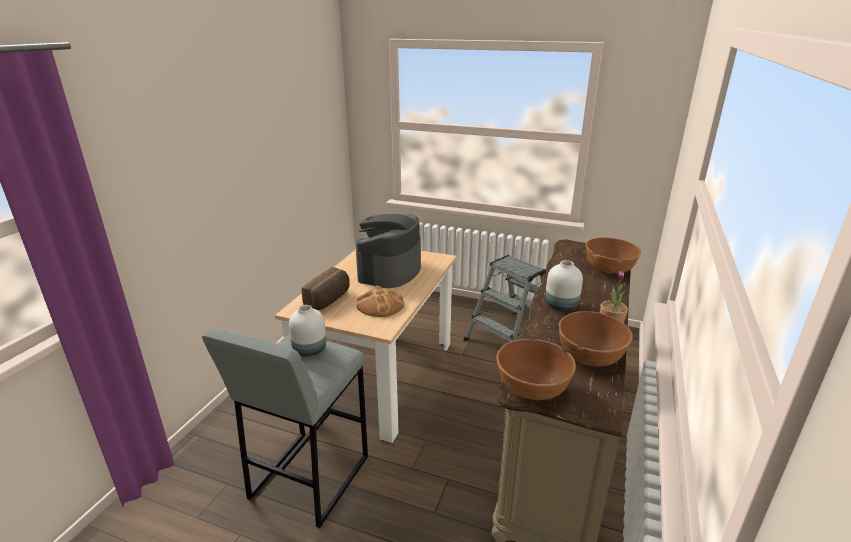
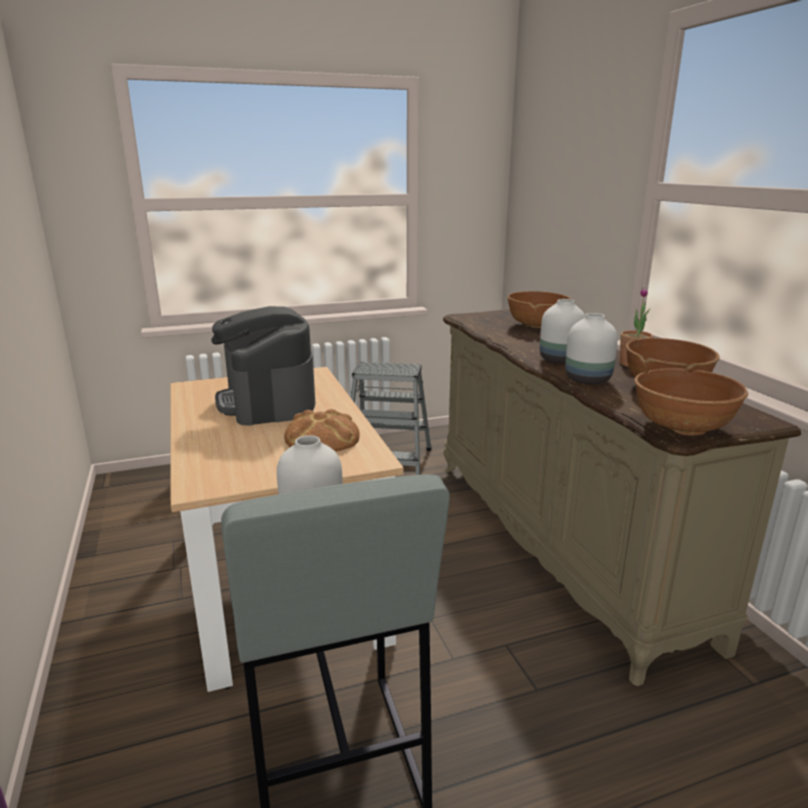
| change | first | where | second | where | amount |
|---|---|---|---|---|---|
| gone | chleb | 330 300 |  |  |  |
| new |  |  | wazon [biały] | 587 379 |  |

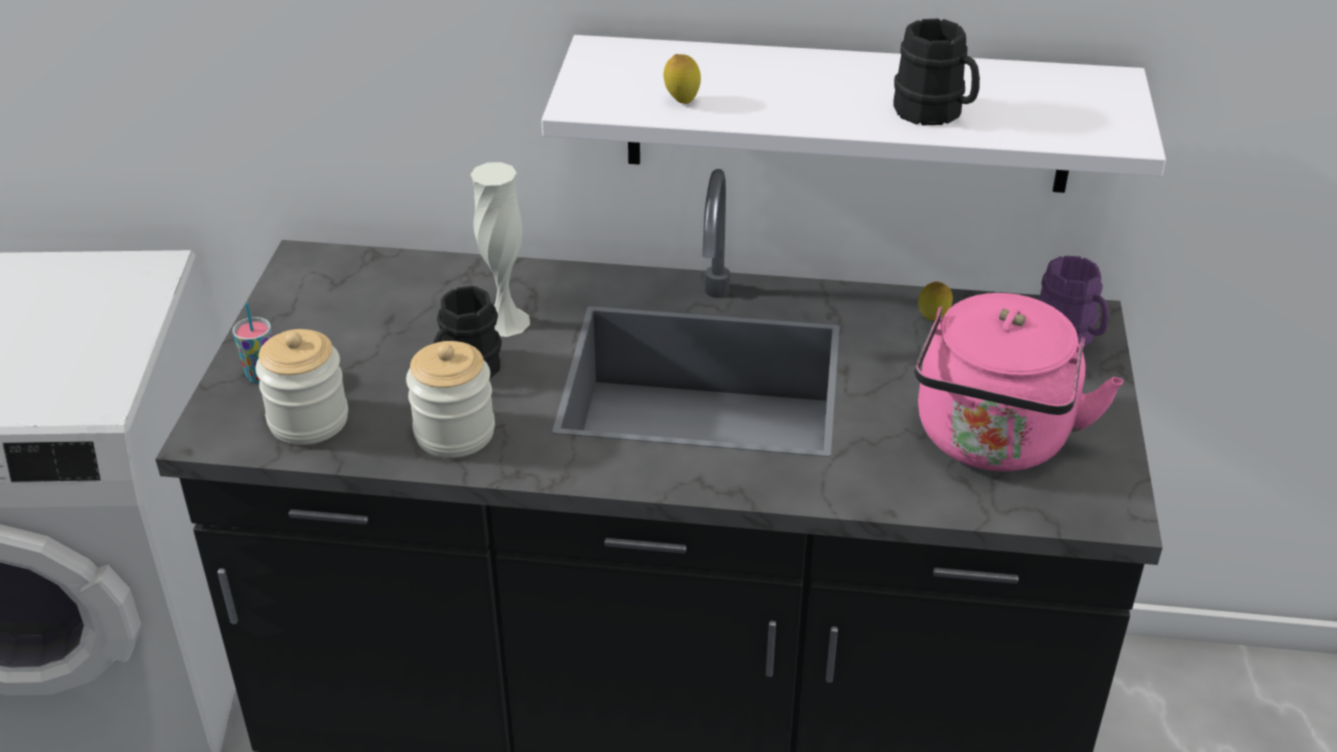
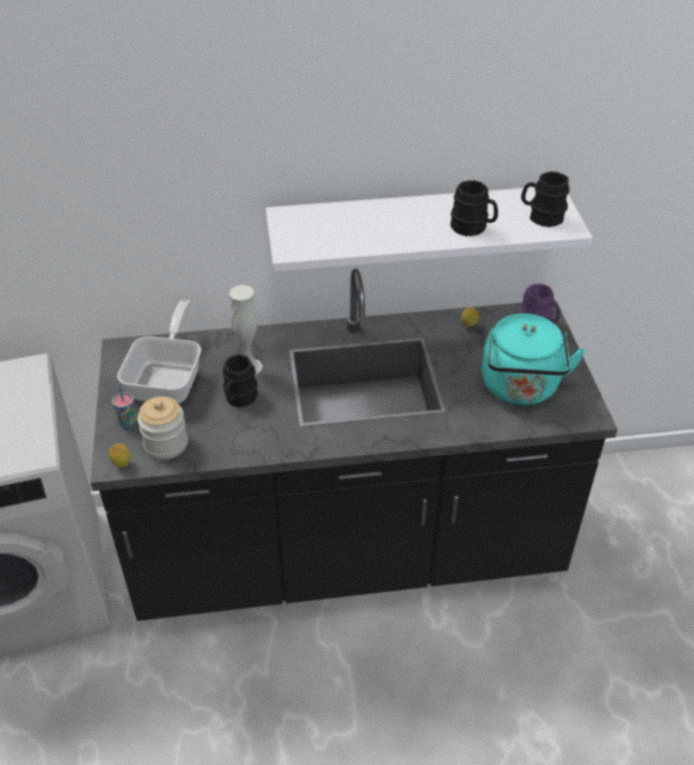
| change | first | where | second | where | amount |
|---|---|---|---|---|---|
| gone | słoik | 454 432 |  |  |  |
| shifted | cytryna | 682 101 |  | 122 464 |  |
| repainted | czajnik [różowy] | 992 441 | czajnik [turkusowy] | 520 388 |  |
| new |  |  | patelnia | 169 379 |  |
| new |  |  | kubek [czarny] | 541 217 |  |

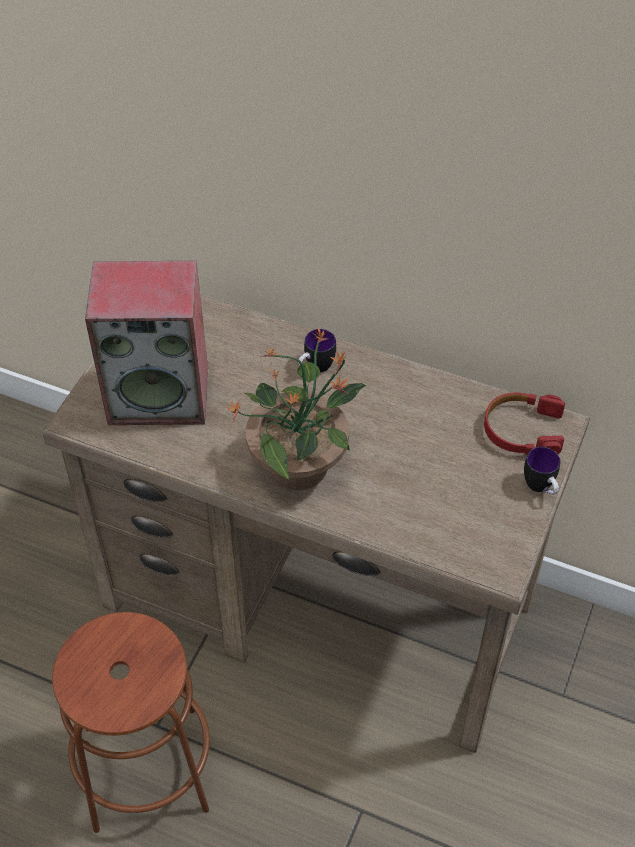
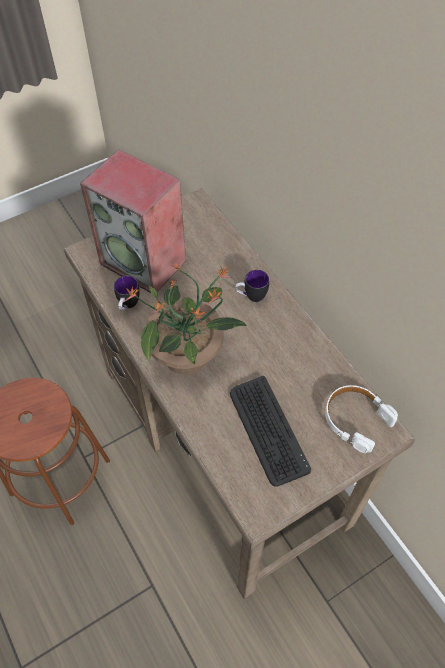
| change | first | where | second | where | amount |
|---|---|---|---|---|---|
| repainted | słuchawki [czerwony] | 522 430 | słuchawki [biały] | 355 419 |  |
| shifted | kubek | 541 489 |  | 128 306 |  |
| new |  |  | klawiatura | 268 430 |  |

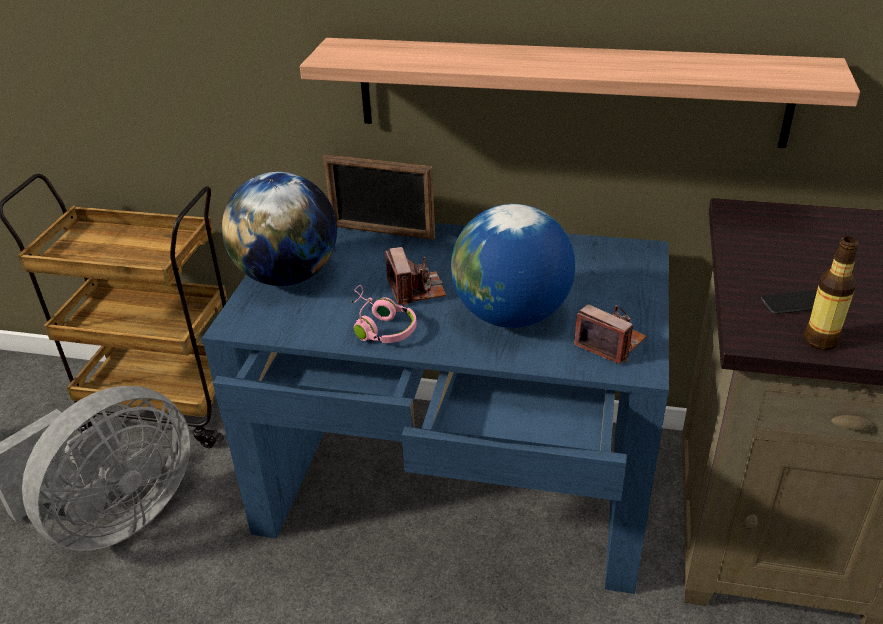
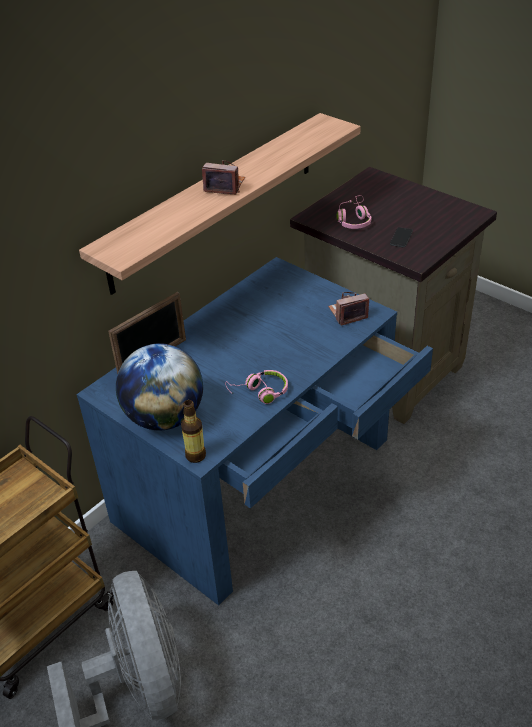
| change | first | where | second | where | amount |
|---|---|---|---|---|---|
| shifted | aparat fotograficzny | 416 289 |  | 225 186 |  |
| gone | globus | 511 315 |  |  |  |
| shifted | butelka | 820 341 |  | 195 455 |  |
| new |  |  | słuchawki [różowy] | 354 220 |  |

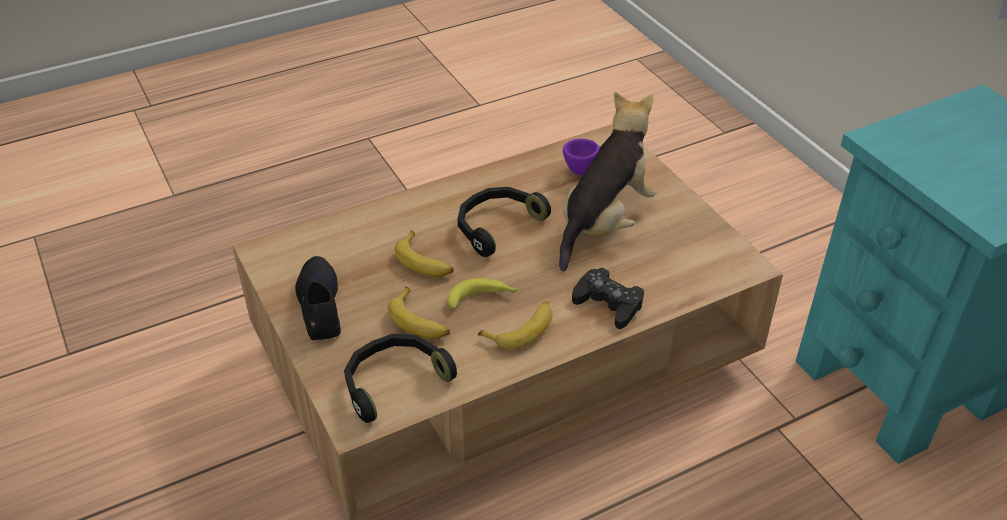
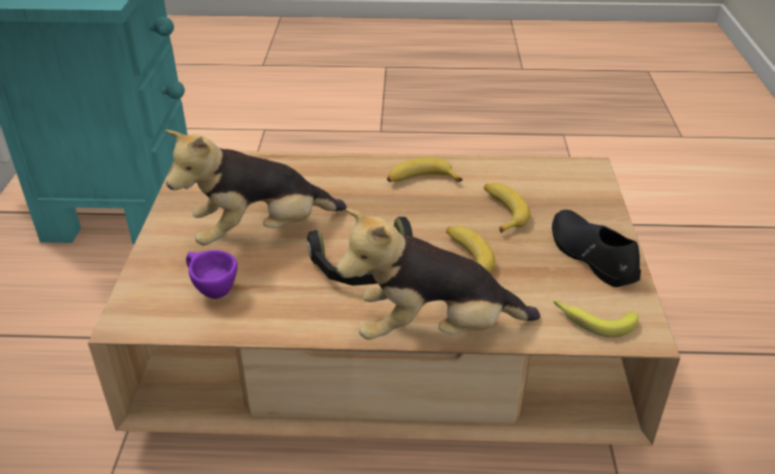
| change | first | where | second | where | amount |
|---|---|---|---|---|---|
| rotated | but [czarny] | 319 305 |  | 591 255 | 135 degrees clockwise |
| gone | słuchawki [czarny] | 394 381 |  |  |  |
| shifted | banan | 482 298 |  | 592 320 |  |
| gone | pad do gier [czarny] | 608 304 |  |  |  |
| new |  |  | pluszak | 435 330 |  |

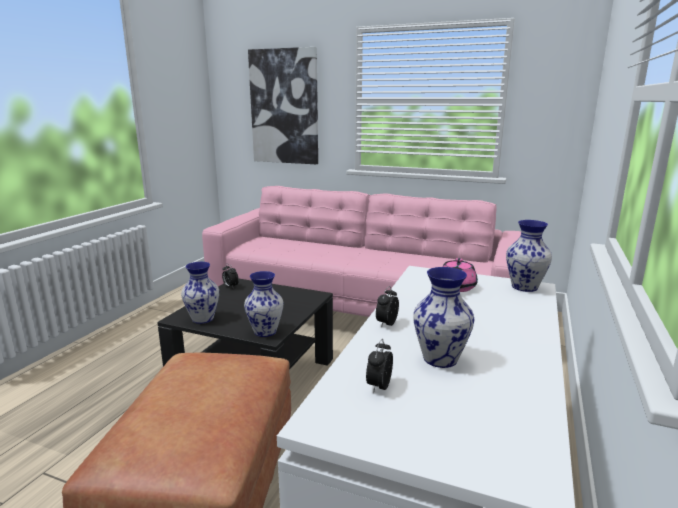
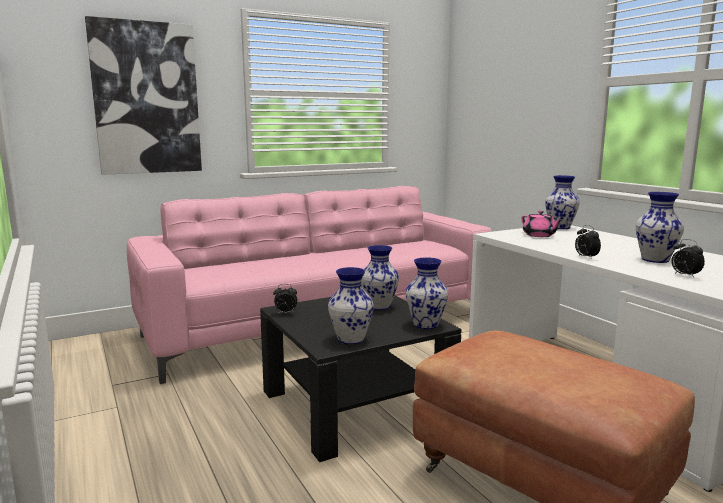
| change | first | where | second | where | amount |
|---|---|---|---|---|---|
| new |  |  | wazon | 378 306 |  |

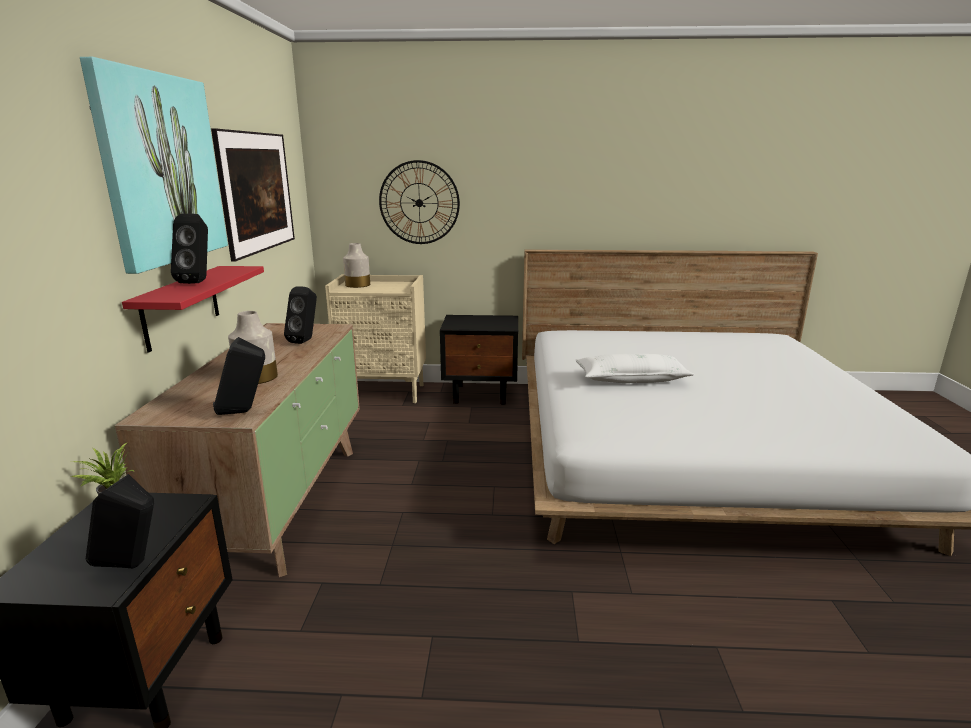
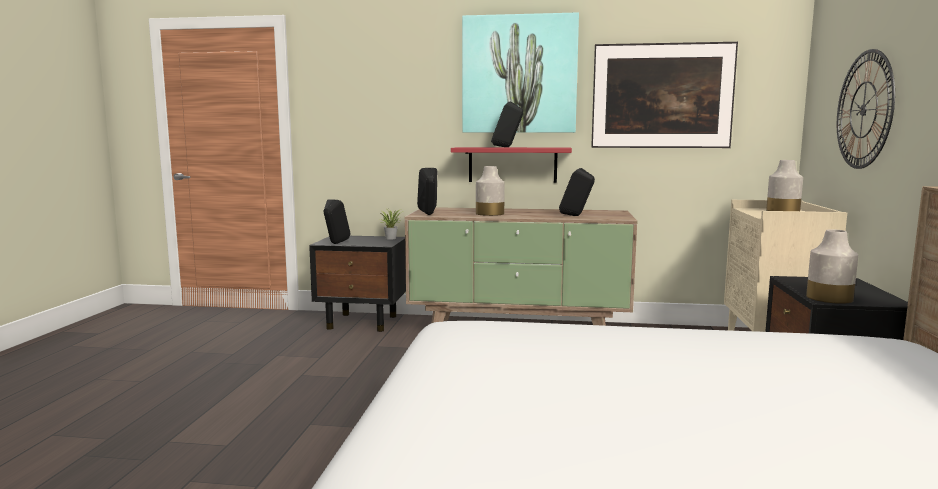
| change | first | where | second | where | amount |
|---|---|---|---|---|---|
| gone | poduszka [biały] | 631 379 |  |  |  |
| new |  |  | wazon [beżowy] | 830 298 |  |

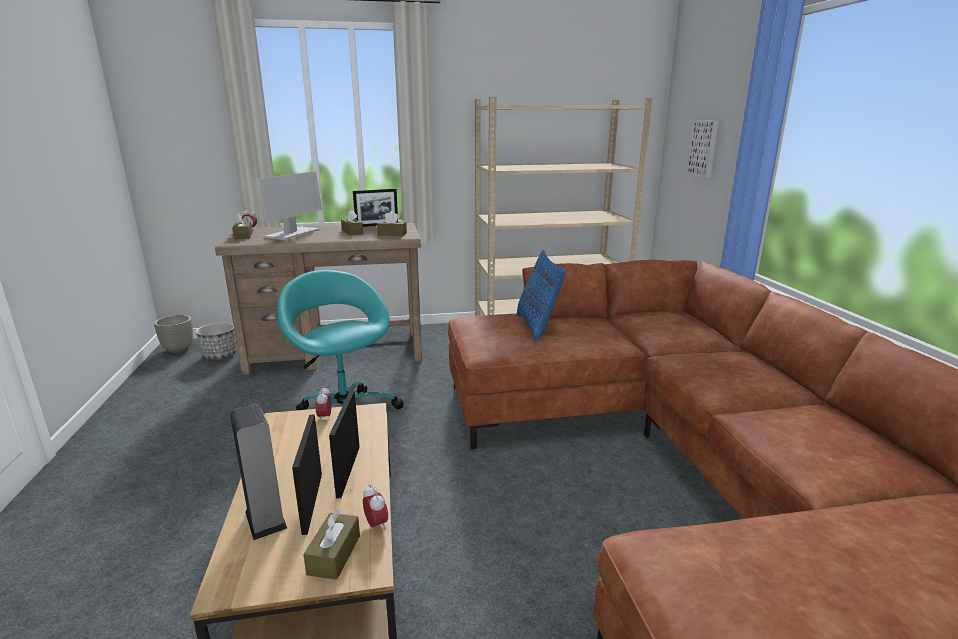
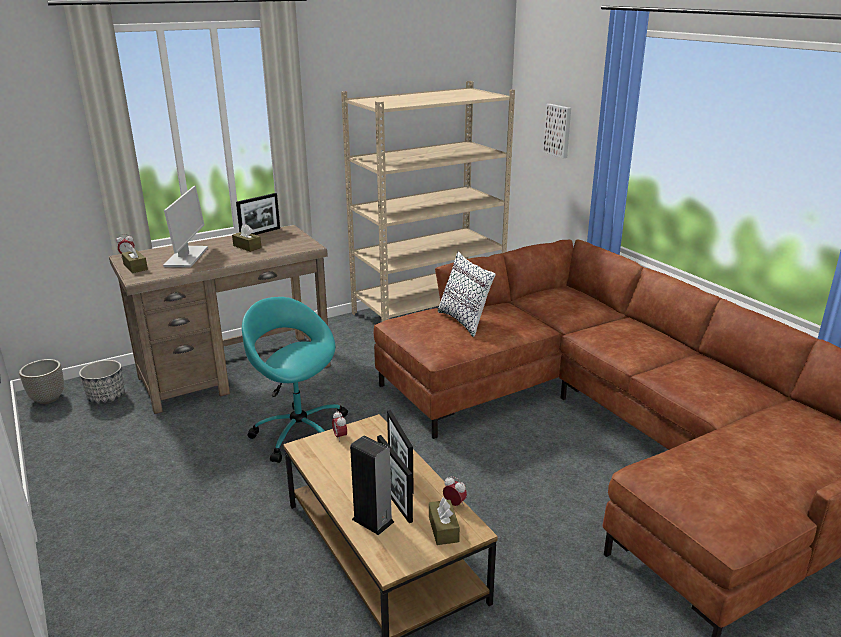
| change | first | where | second | where | amount |
|---|---|---|---|---|---|
| gone | pudełko chusteczek [brązowy] | 392 234 |  |  |  |
| repainted | poduszka [niebieski] | 537 327 | poduszka [biały] | 463 322 |  |

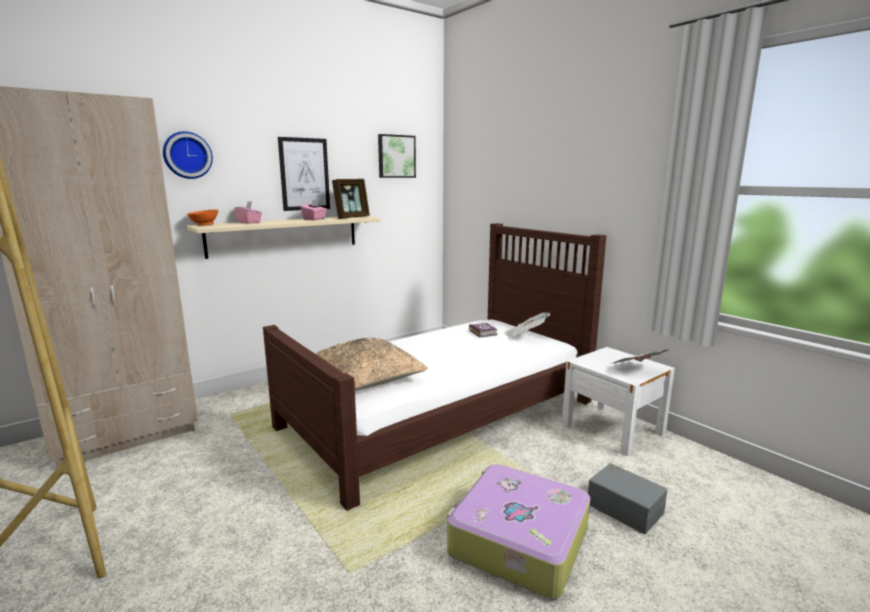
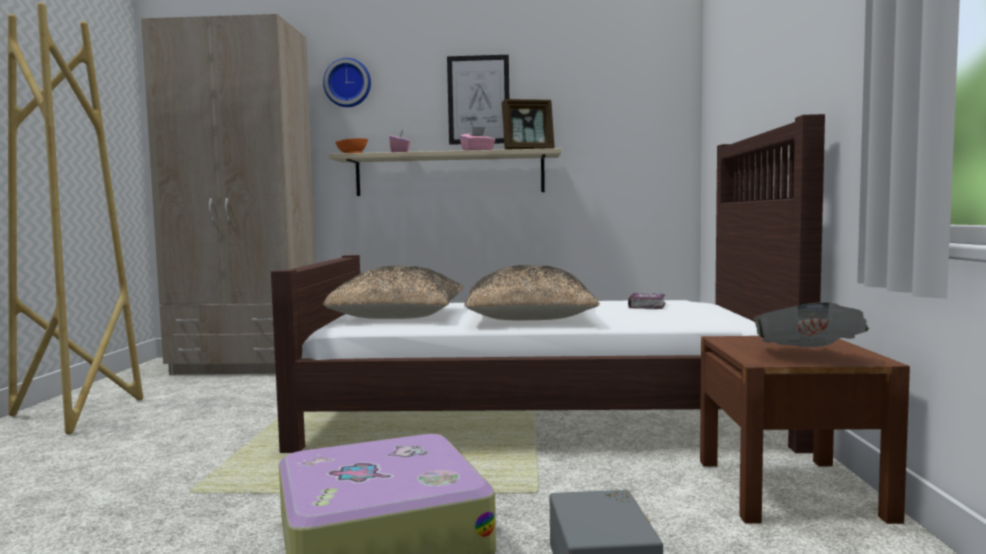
| change | first | where | second | where | amount |
|---|---|---|---|---|---|
| gone | obraz | 396 156 |  |  |  |
| gone | gazeta | 525 336 |  |  |  |
| repainted | szafka nocna [biały] | 612 428 | szafka nocna [brązowy] | 790 489 |  |
| new |  |  | poduszka [beżowy] | 529 316 |  |

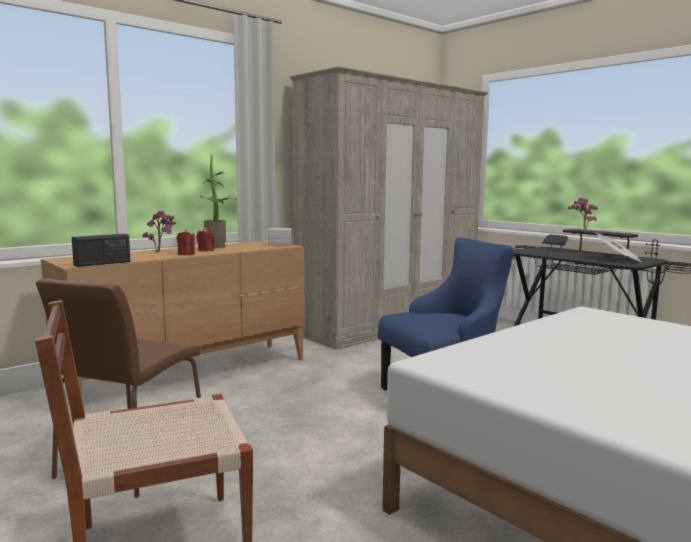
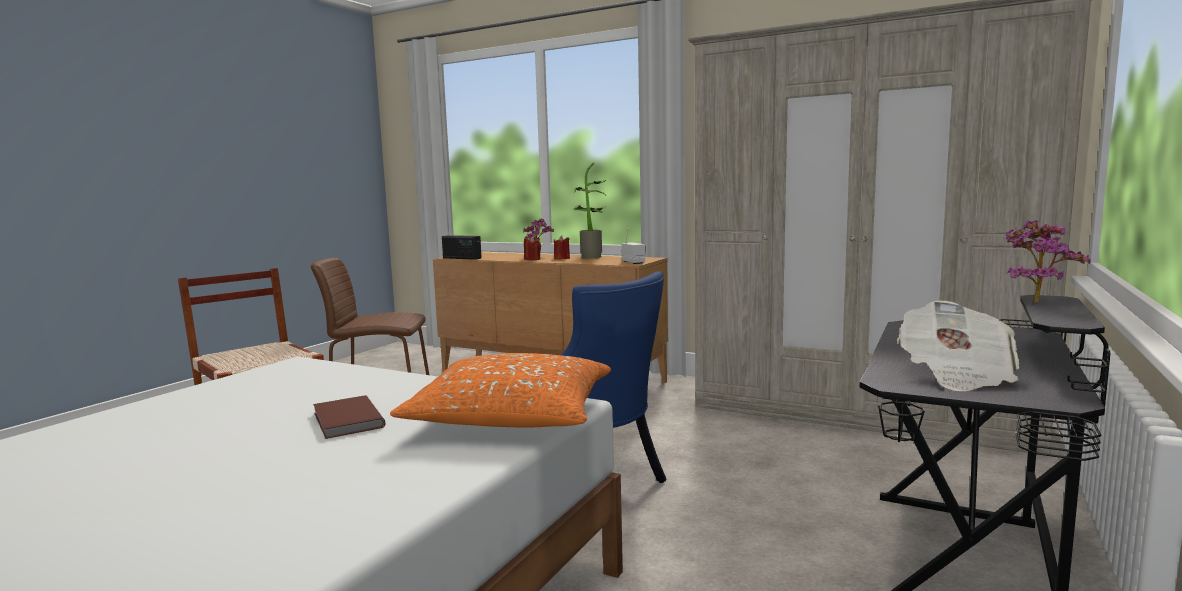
| change | first | where | second | where | amount |
|---|---|---|---|---|---|
| new |  |  | książka [brązowy] | 346 420 |  |
| new |  |  | poduszka [pomarańczowy] | 510 418 |  |

